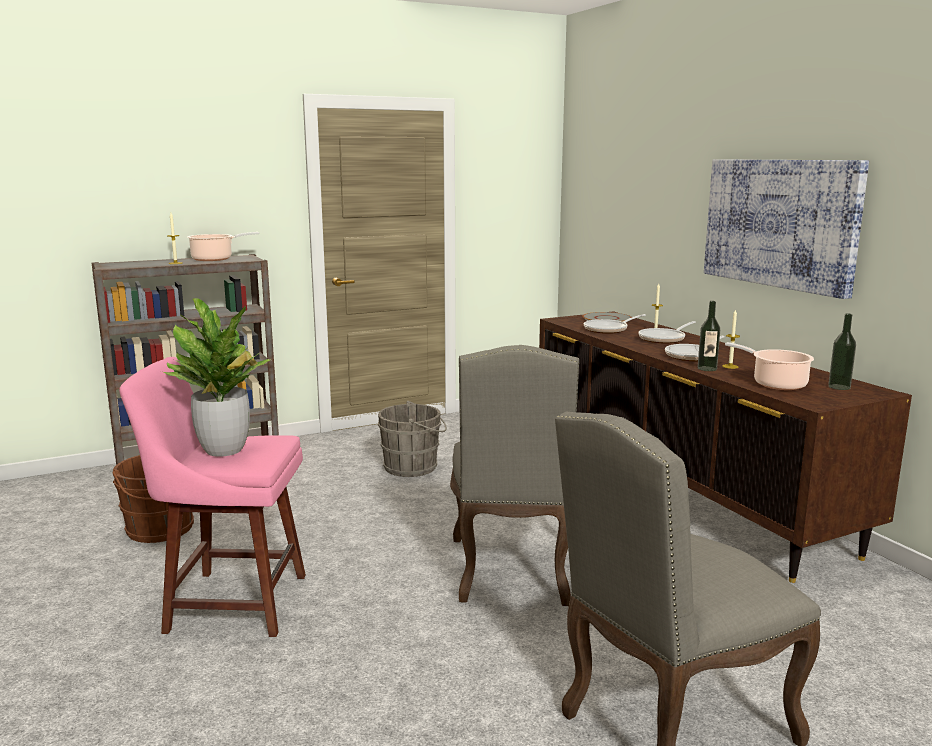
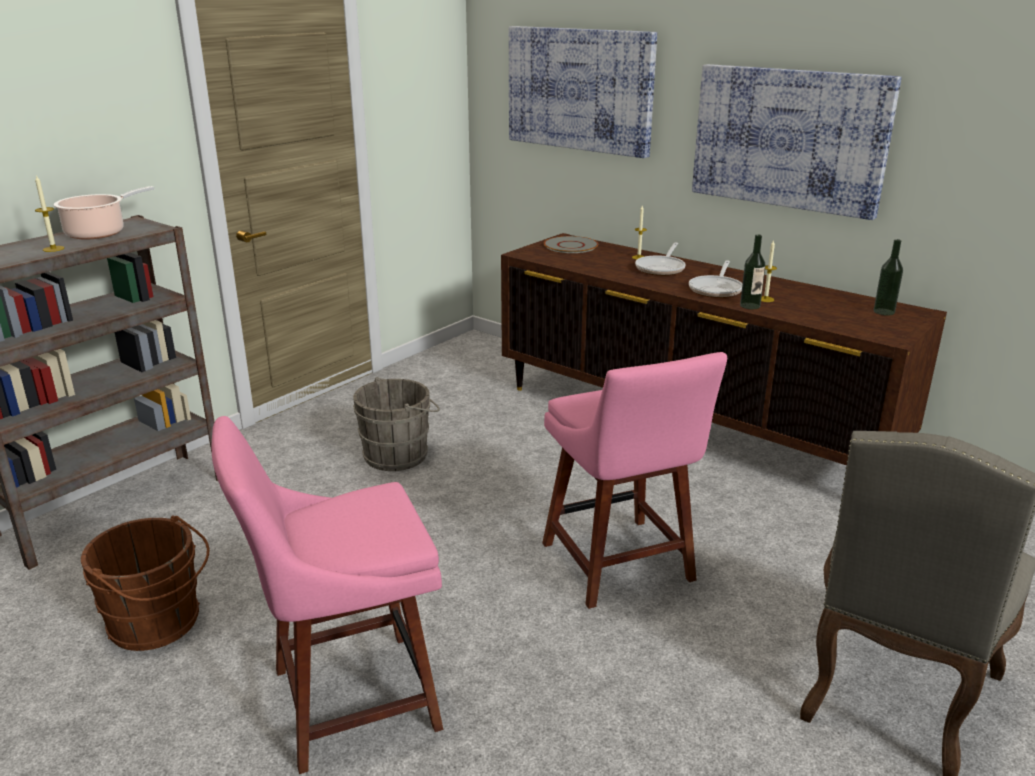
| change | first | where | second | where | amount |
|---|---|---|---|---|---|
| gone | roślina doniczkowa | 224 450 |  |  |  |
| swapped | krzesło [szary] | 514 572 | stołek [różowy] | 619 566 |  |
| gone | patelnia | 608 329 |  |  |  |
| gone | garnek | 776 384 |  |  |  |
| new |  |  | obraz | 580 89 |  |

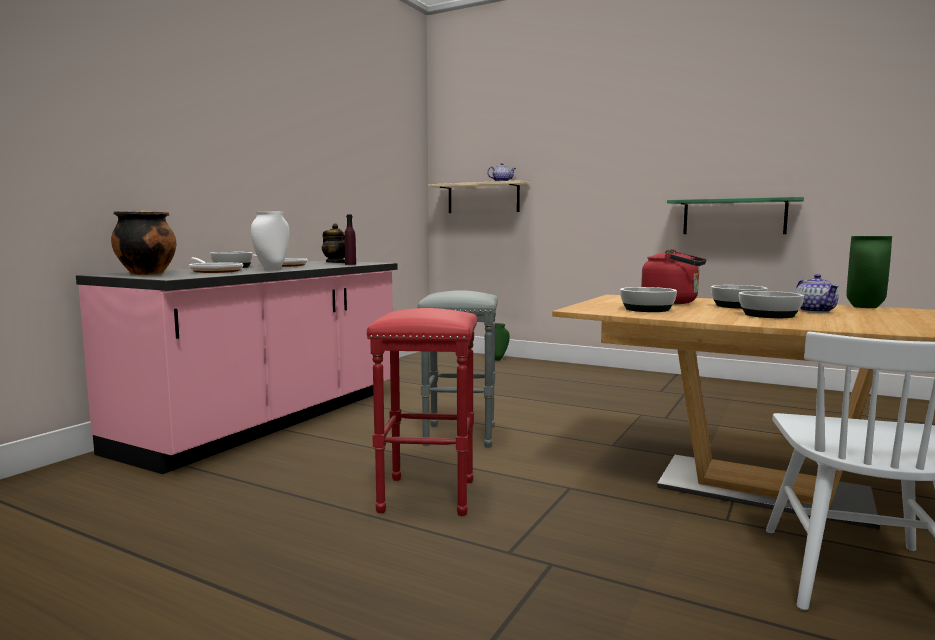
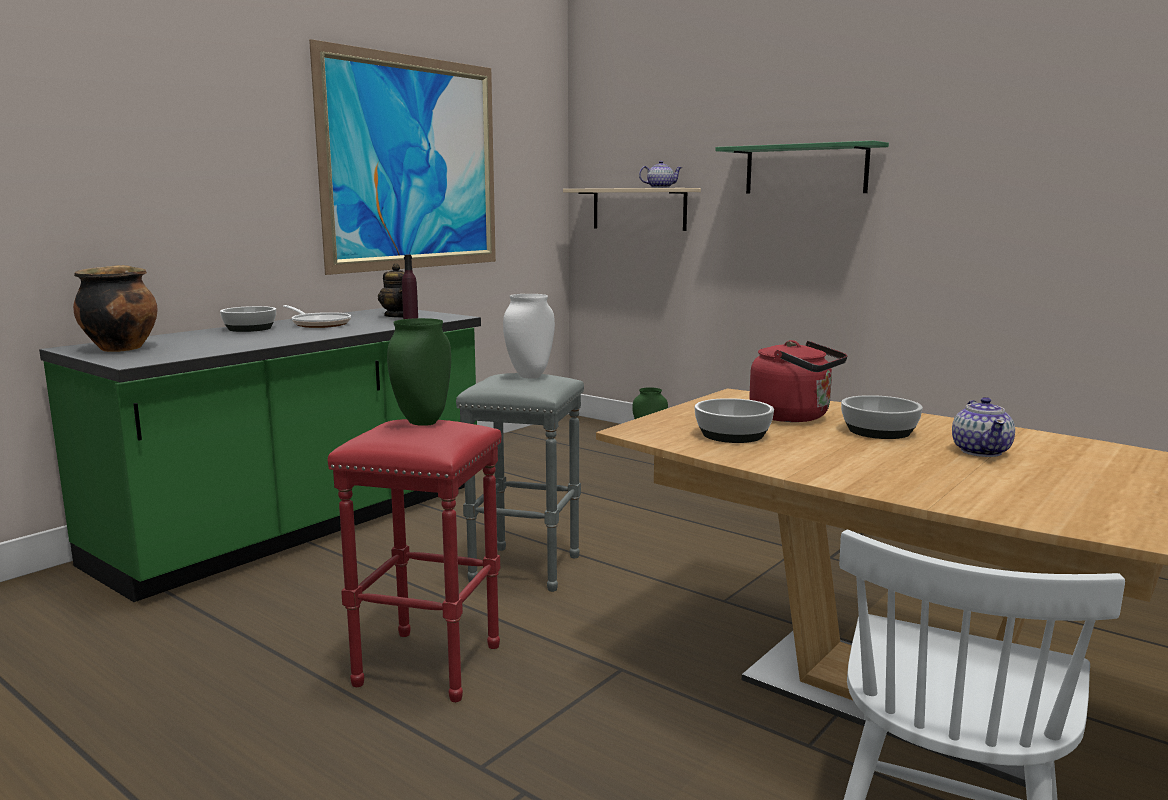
| change | first | where | second | where | amount |
|---|---|---|---|---|---|
| repainted | zabudowa kuchenna [różowy] | 269 419 | zabudowa kuchenna [zielony] | 301 524 |  |
| gone | patelnia | 215 271 |  |  |  |
| shifted | wazon [biały] | 272 269 |  | 530 376 |  |
| shifted | półka [zielony] | 734 217 |  | 805 169 |  |
| gone | miska | 770 315 |  |  |  |
| shifted | wazon [zielony] | 863 307 |  | 421 422 |  |
| new |  |  | obraz | 413 164 |  |

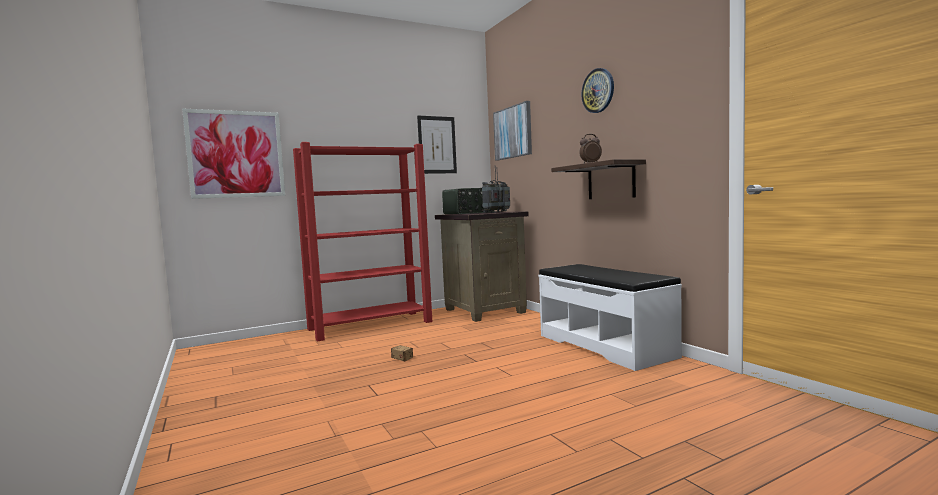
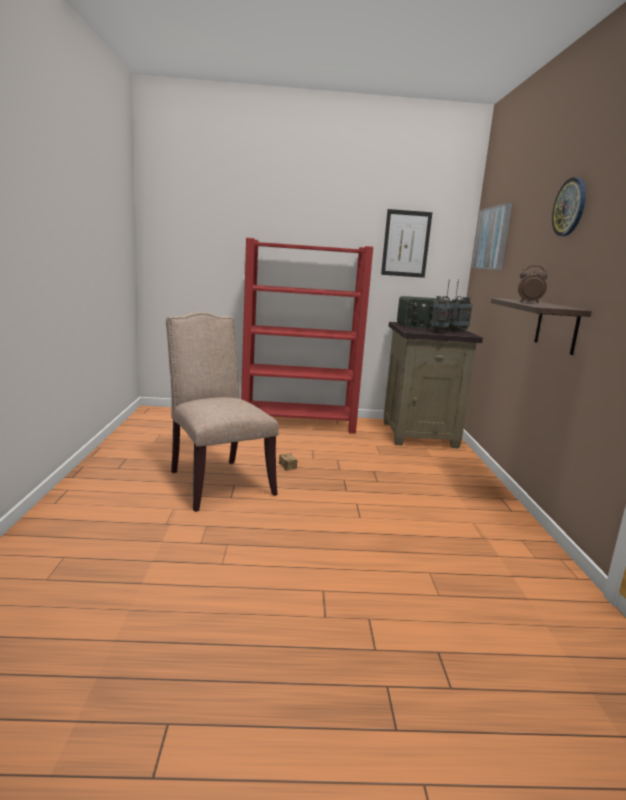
| change | first | where | second | where | amount |
|---|---|---|---|---|---|
| gone | obraz | 236 154 |  |  |  |
| gone | ławka [biały] | 605 345 |  |  |  |
| new |  |  | krzesło [beżowy] | 216 481 |  |

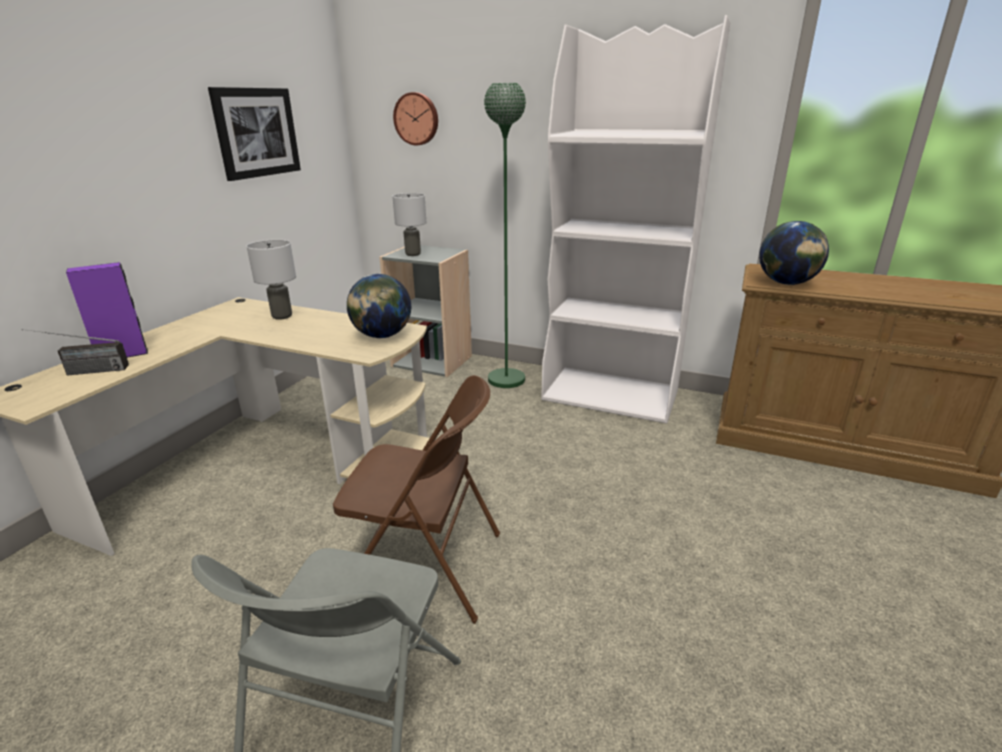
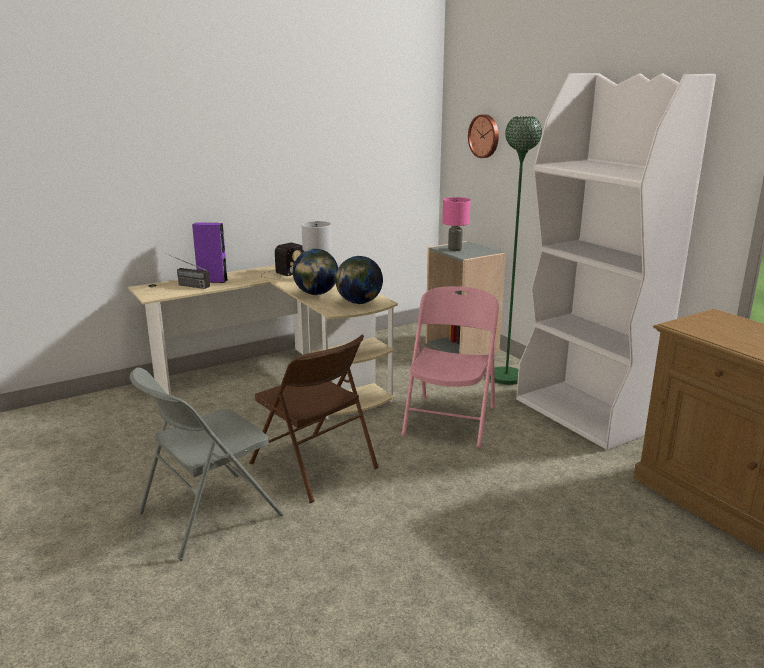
| change | first | where | second | where | amount |
|---|---|---|---|---|---|
| gone | obraz | 256 132 |  |  |  |
| repainted | lampa stołowa [biały] | 412 254 | lampa stołowa [różowy] | 454 249 |  |
| shifted | globus | 786 283 |  | 316 294 |  |
| new |  |  | radio | 282 273 |  |
| new |  |  | krzesło [różowy] | 450 421 |  |

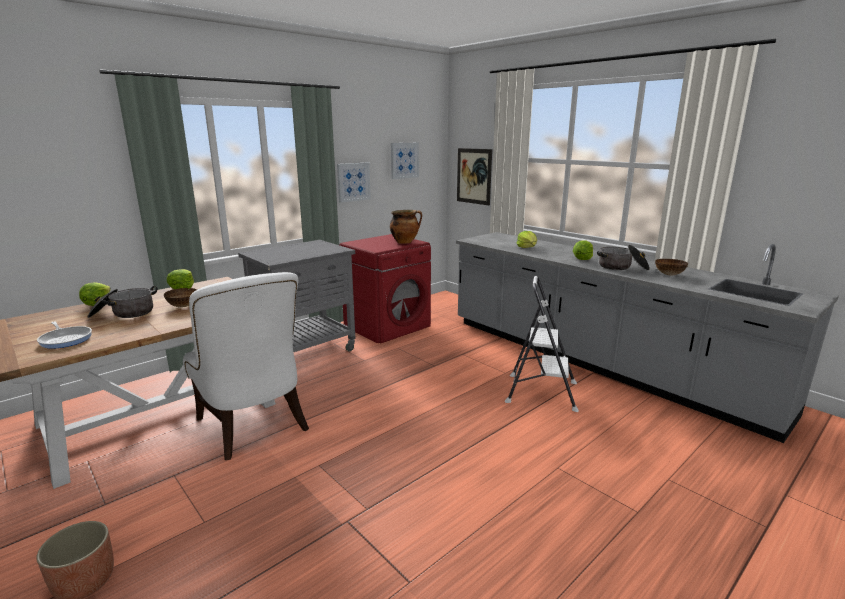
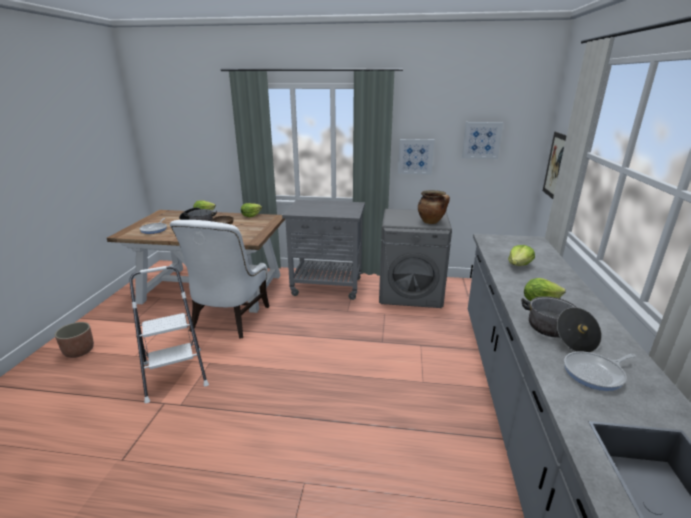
| change | first | where | second | where | amount |
|---|---|---|---|---|---|
| repainted | pralka [czerwony] | 389 326 | pralka [szary] | 411 293 |  |
| shifted | drabinka [biały] | 539 391 |  | 175 372 |  |
| swapped | miska | 669 274 | patelnia | 596 373 |  |

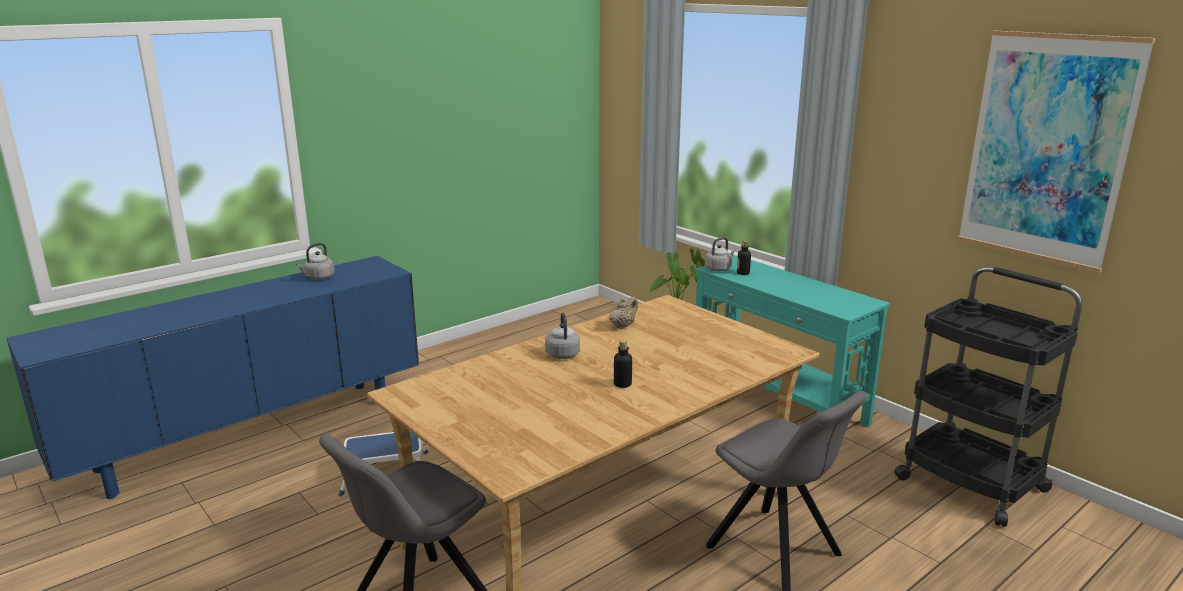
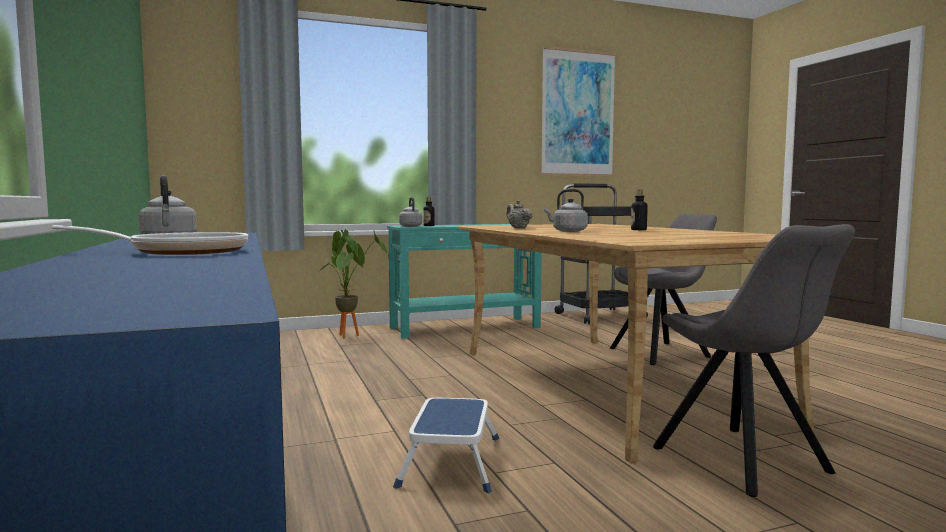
| change | first | where | second | where | amount |
|---|---|---|---|---|---|
| new |  |  | patelnia | 180 251 |  |

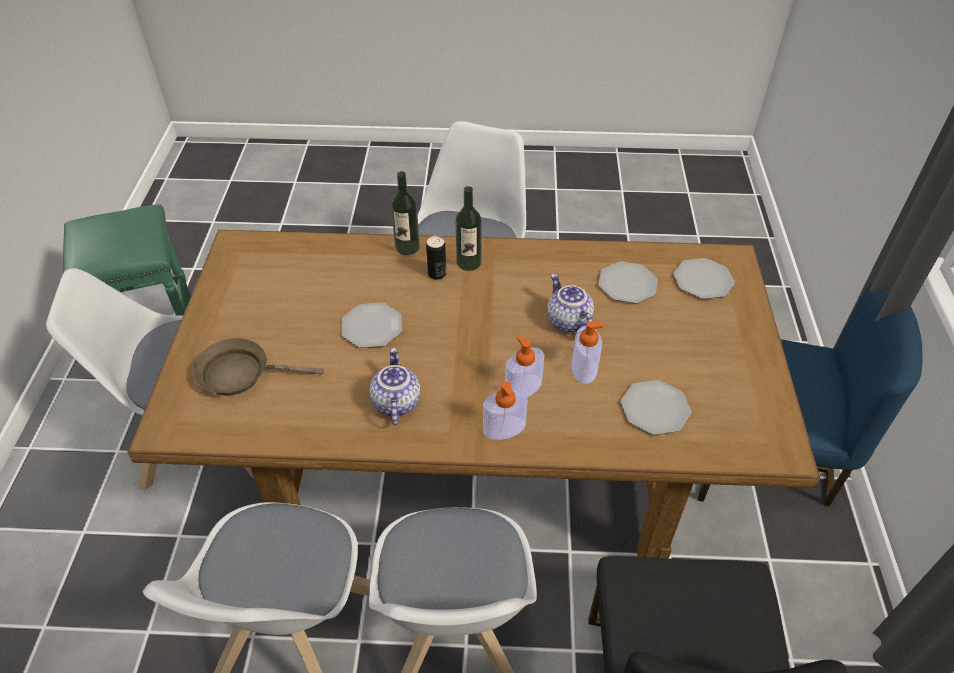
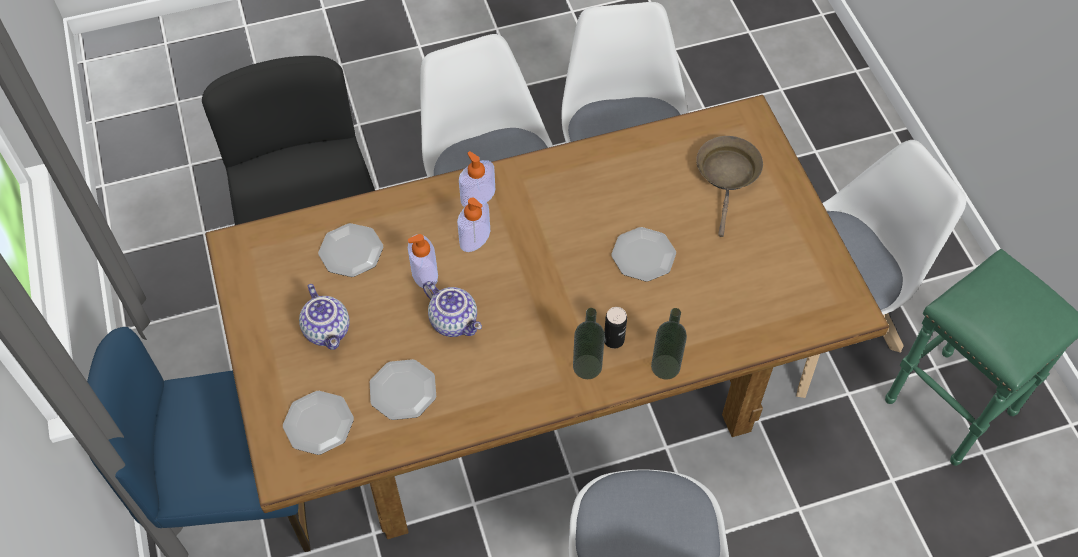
| change | first | where | second | where | amount |
|---|---|---|---|---|---|
| rotated | patelnia [brązowy] | 241 374 |  | 727 176 | 60 degrees counterclockwise |
| shifted | imbryk | 395 402 |  | 328 330 |  |

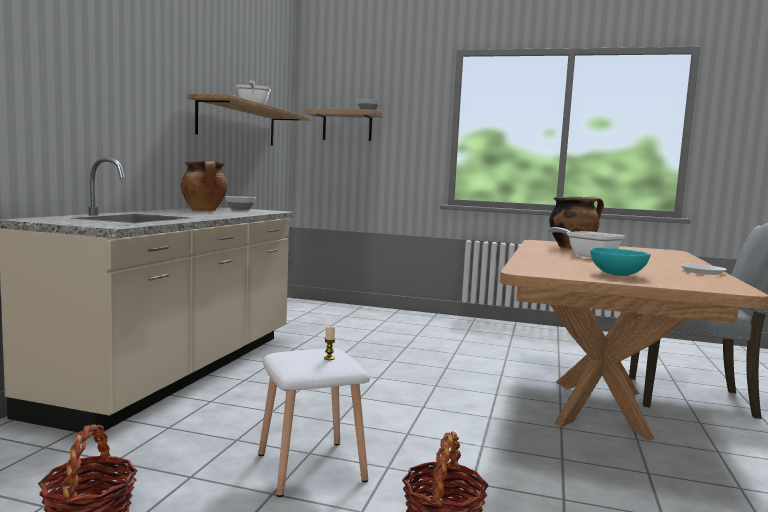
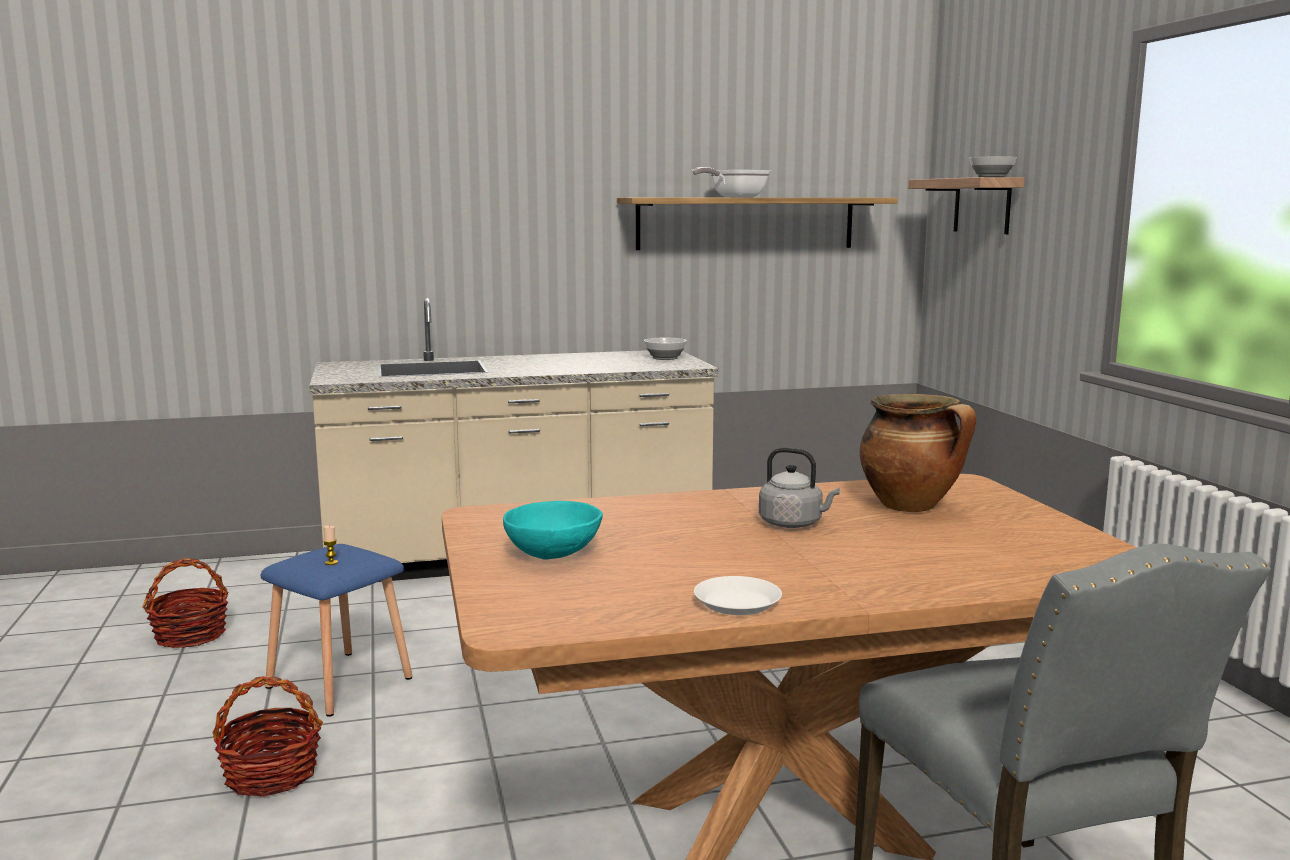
| change | first | where | second | where | amount |
|---|---|---|---|---|---|
| gone | garnek | 204 210 |  |  |  |
| repainted | stołek [biały] | 309 466 | stołek [niebieski] | 340 681 |  |
| swapped | patelnia | 588 256 | czajnik [szary] | 794 524 |  |

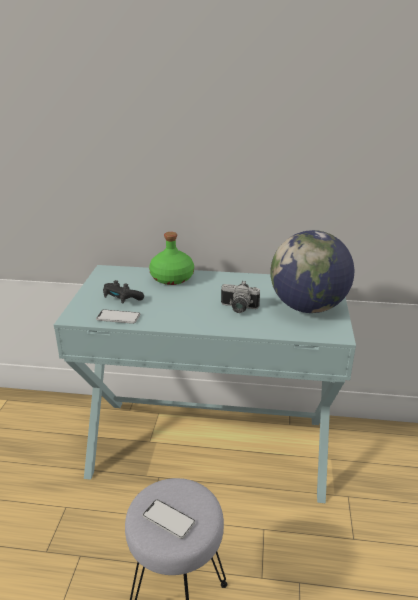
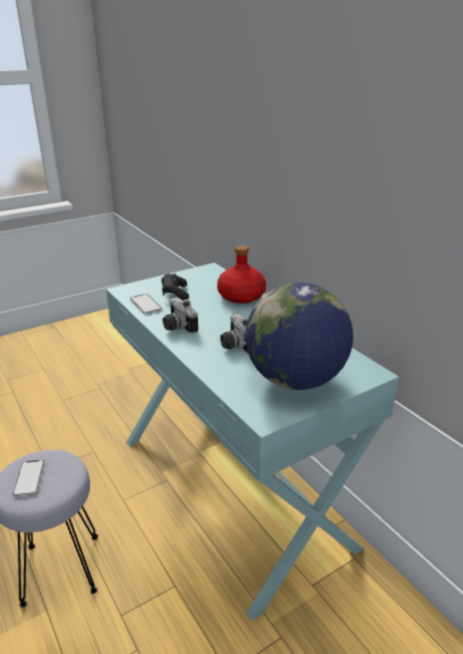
| change | first | where | second | where | amount |
|---|---|---|---|---|---|
| repainted | butelka [zielony] | 171 278 | butelka [czerwony] | 240 296 |  |
| new |  |  | aparat fotograficzny | 177 327 |  |

